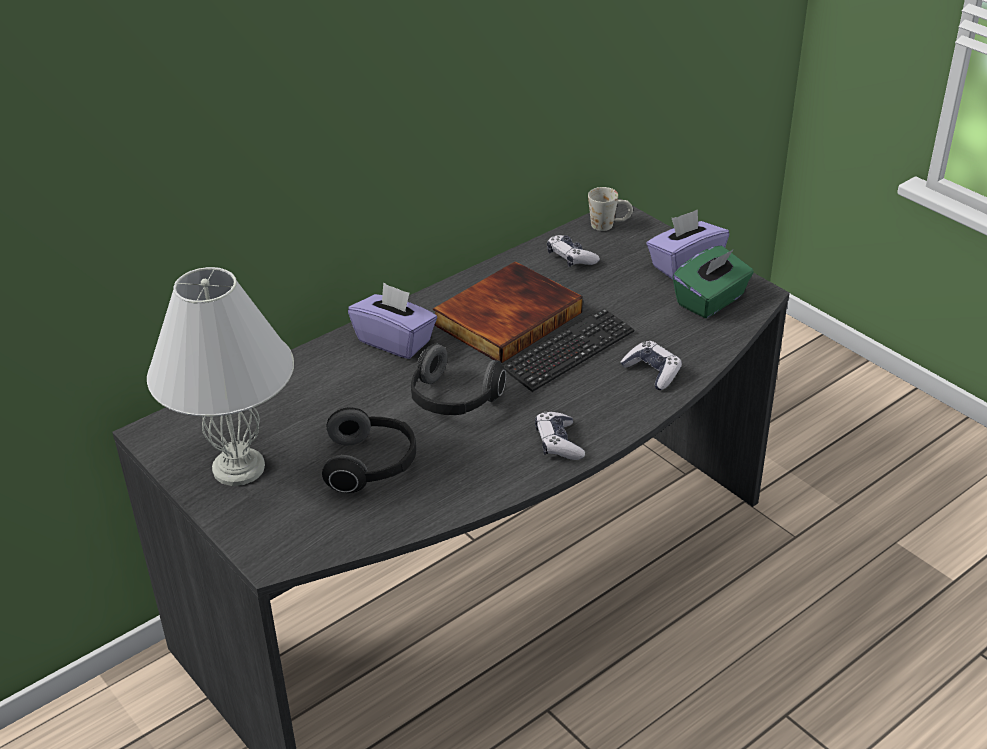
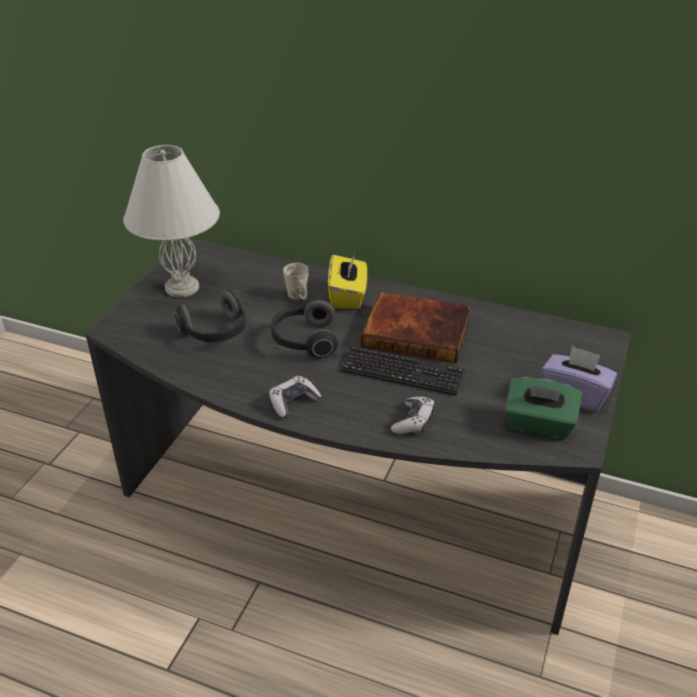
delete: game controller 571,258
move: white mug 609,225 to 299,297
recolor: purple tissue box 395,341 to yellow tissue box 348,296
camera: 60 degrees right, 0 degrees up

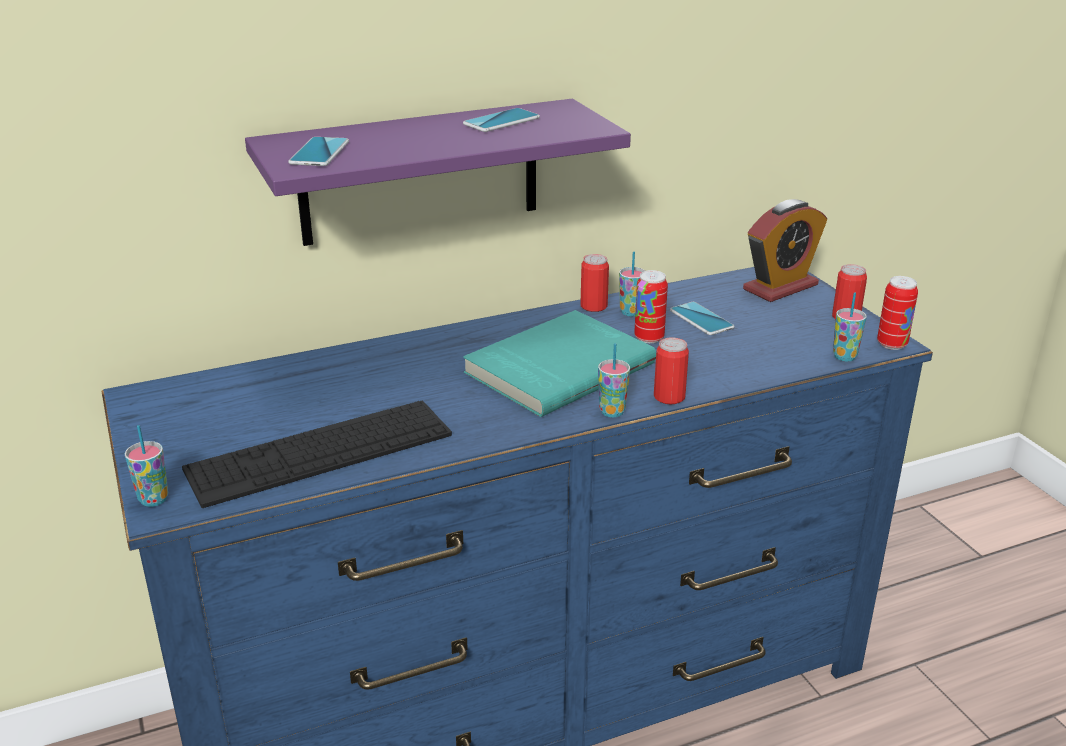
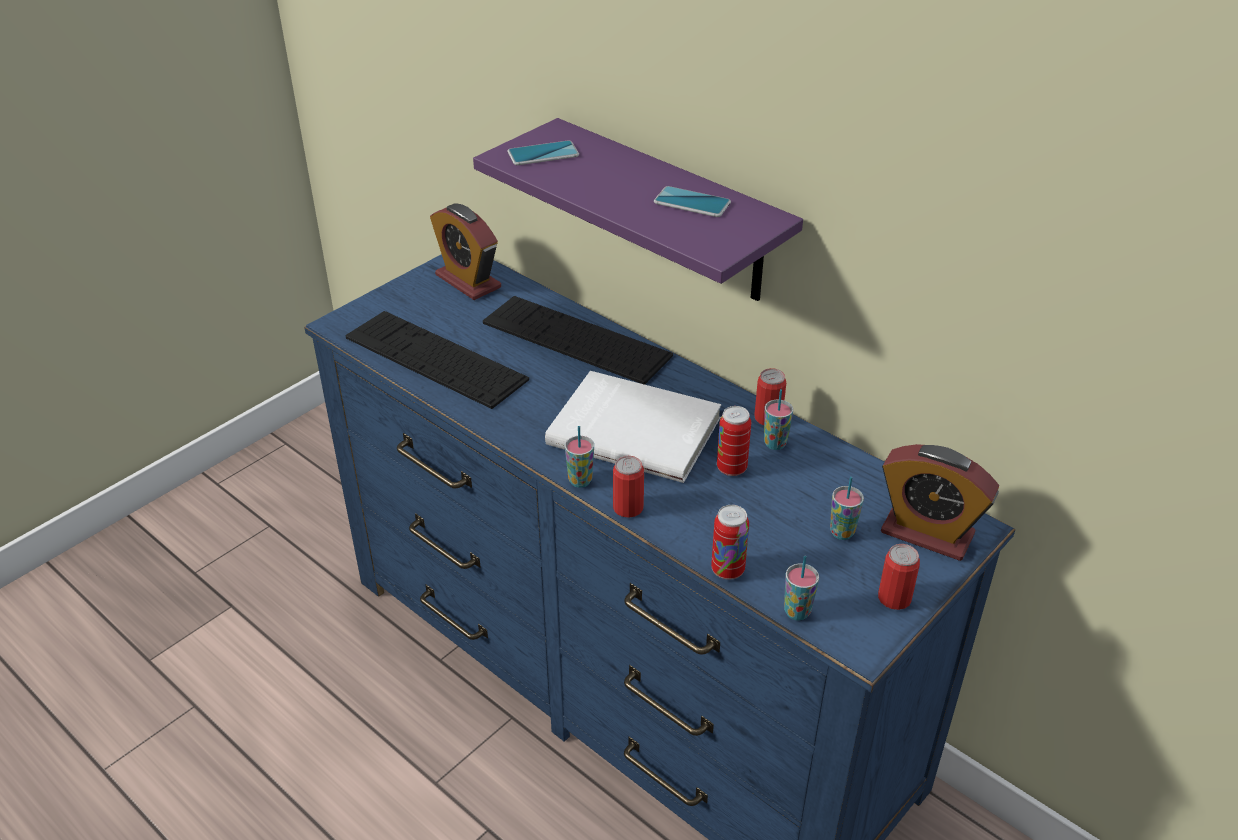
delete: phone 701,319
insert: alarm clock 468,281; keyboard 576,339
move: can 892,344 to 727,570; cup 153,499 to 842,532
recolor: turquoise book 557,367 to white book 635,429
camera: 65 degrees right, 10 degrees up

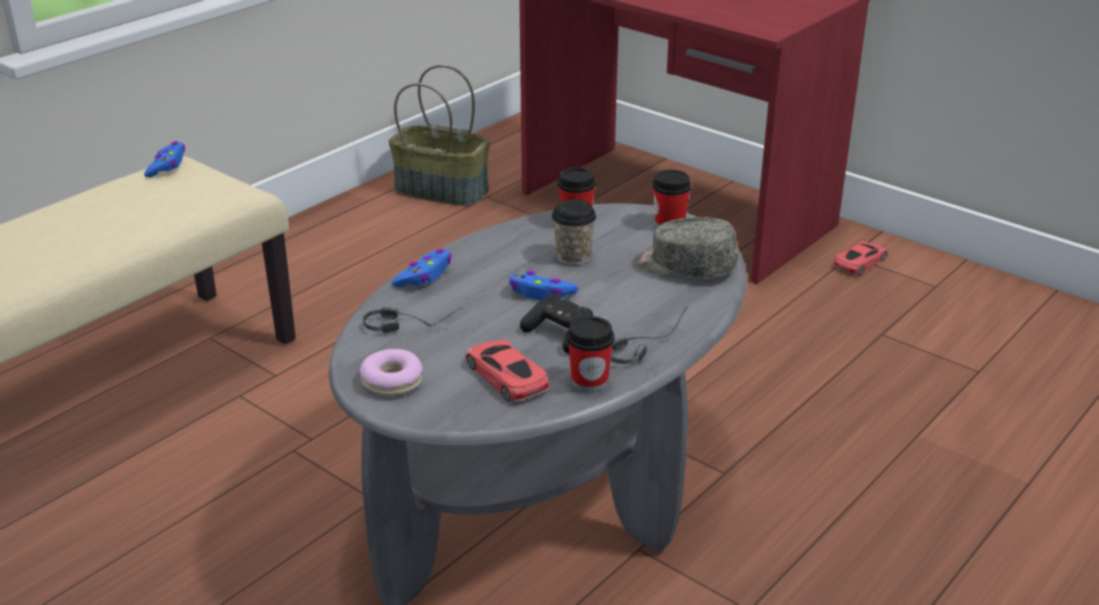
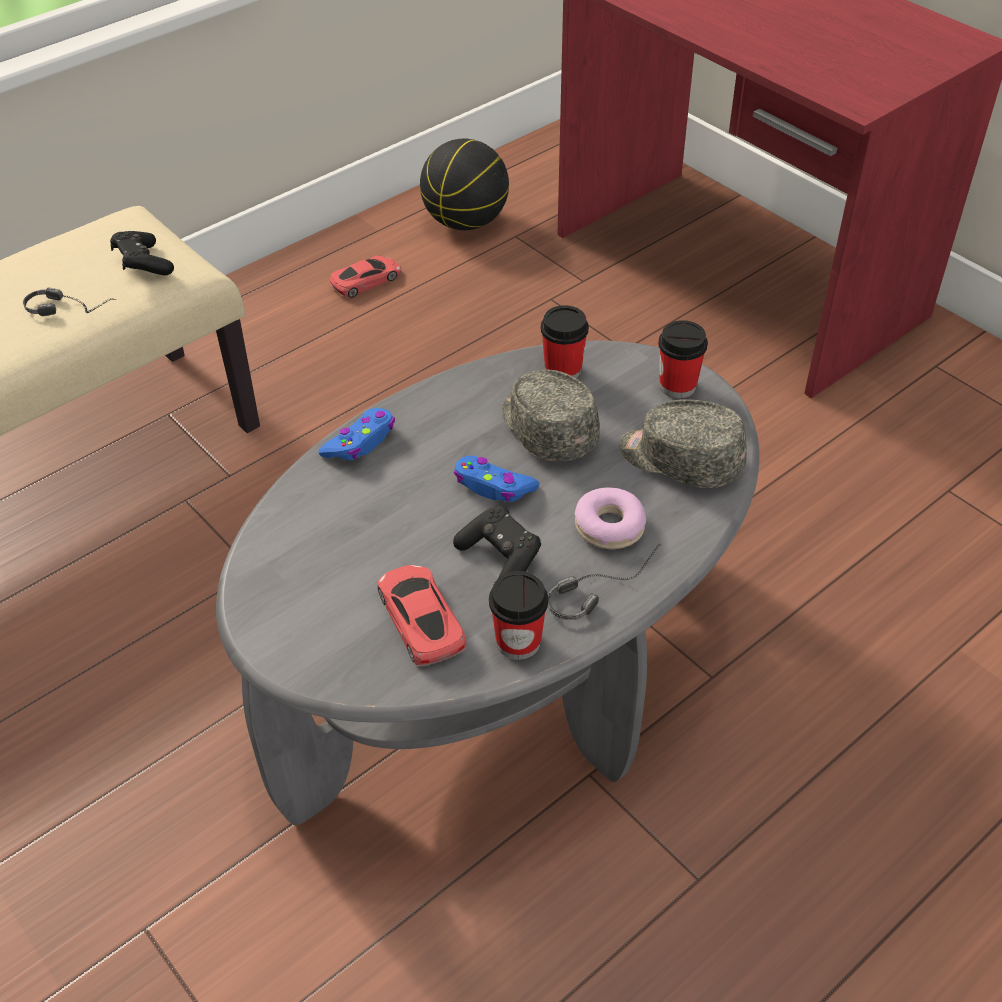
delete: blue game controller 167,166
insert: black game controller 143,264
move: headphones 414,324 to 75,308; red toy car 860,262 to 366,280; donut 392,381 to 609,526
replace: basket 443,190 to basketball 466,222; cup 573,257 to grey cap 546,428
camera: 10 degrees right, 15 degrees up

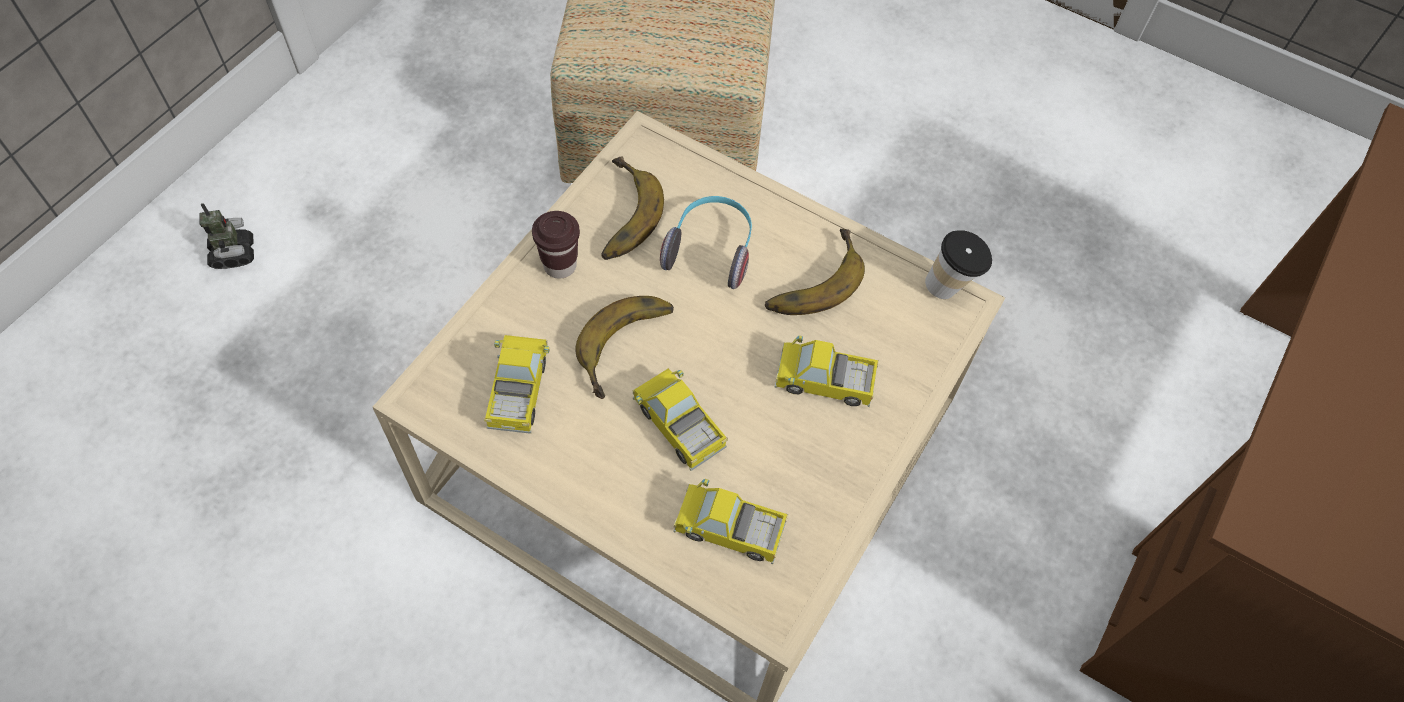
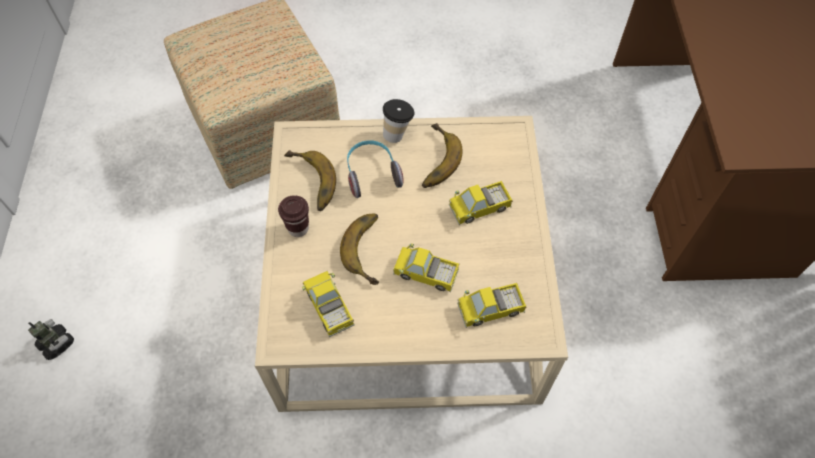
move: cup 950,287 to 398,134
camera: 30 degrees left, 0 degrees up

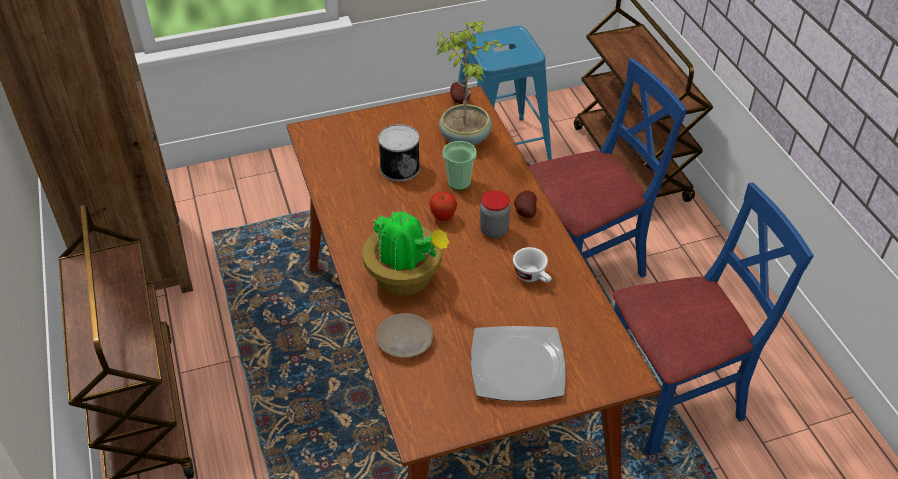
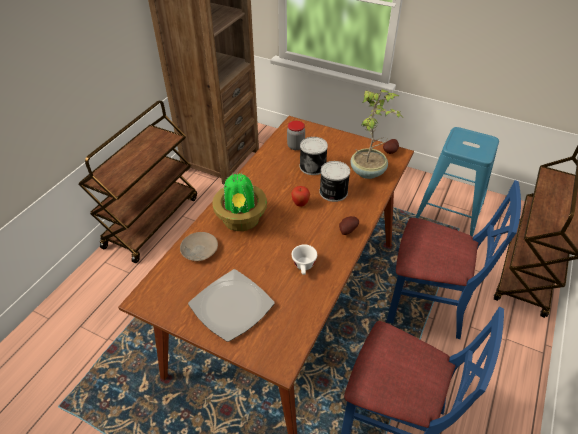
move: jar 494,230 to 296,146
replace: cup 459,183 to can 332,192
camera: 45 degrees right, 0 degrees up

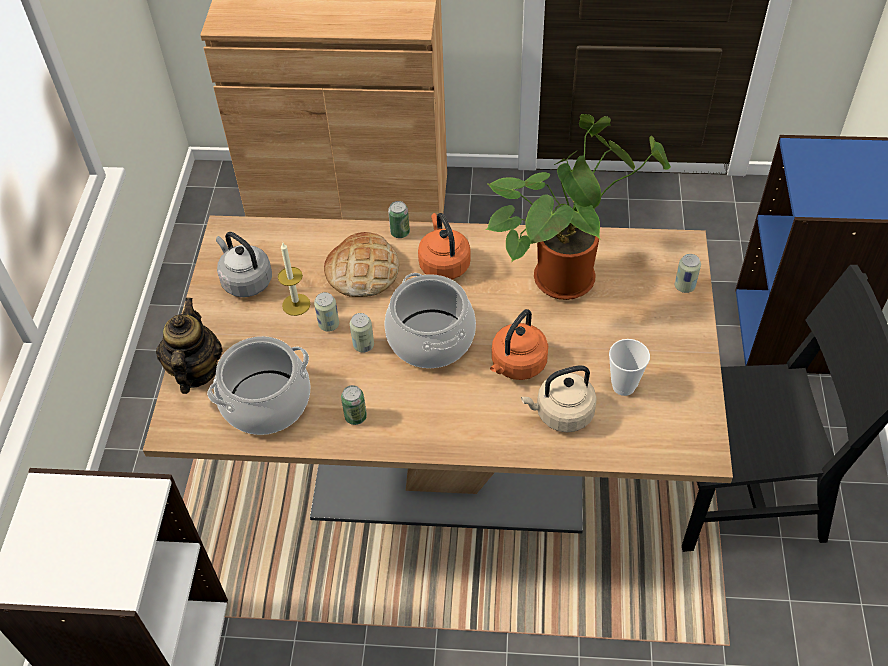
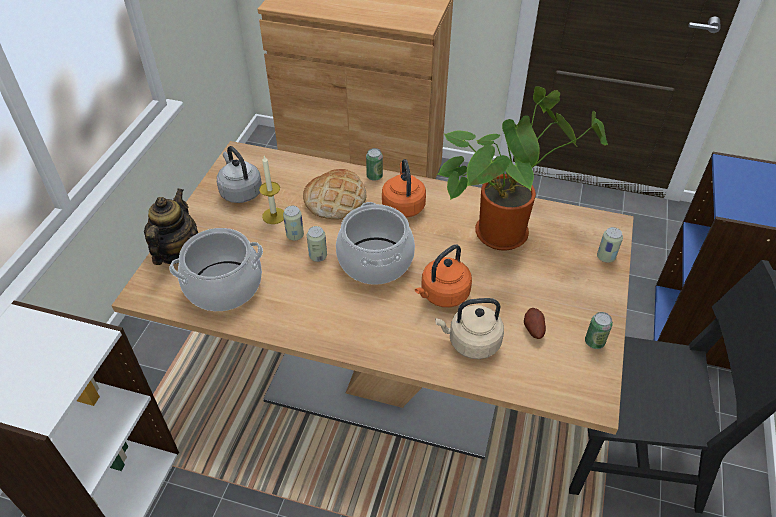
move: can 355,417 to 594,342
replace: cup 623,386 to potato 533,329
camera: 10 degrees right, 5 degrees down

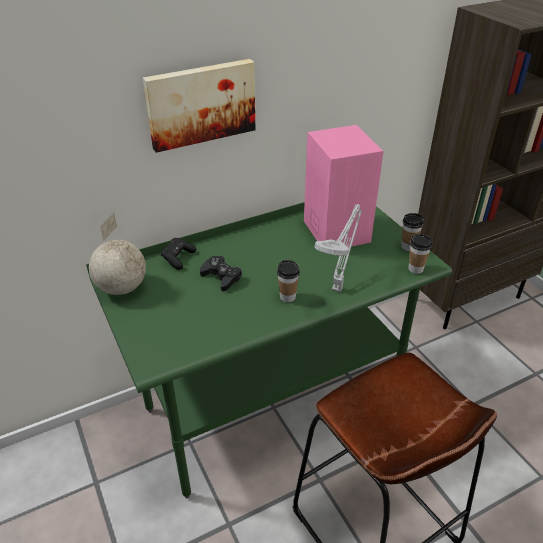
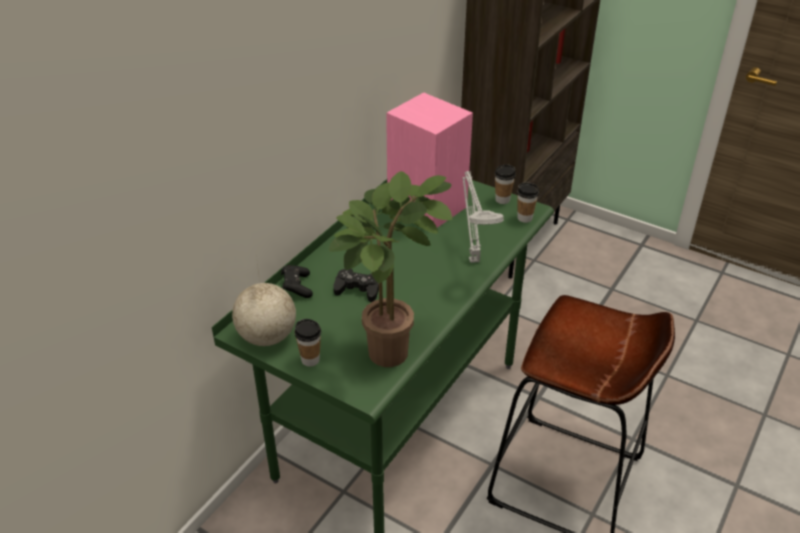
delete: picture 200,103
insert: potted plant 389,347
move: cup 287,297 to 310,360
camera: 30 degrees left, 0 degrees up

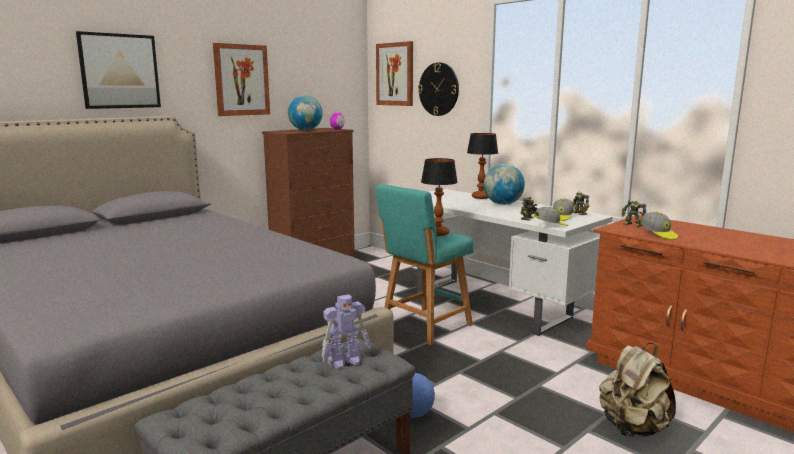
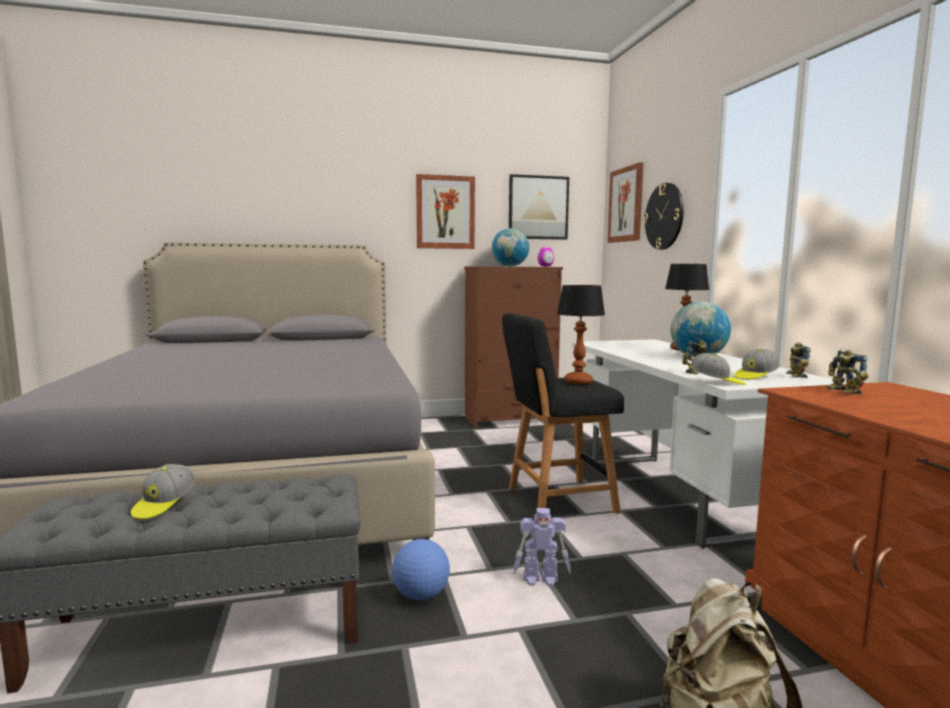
move: cap 658,234 to 164,504; picture 119,71 to 538,207; toy robot 345,361 to 541,579
recolor: turquoise stool 423,326 to black stool 556,501
camera: 30 degrees right, 5 degrees down

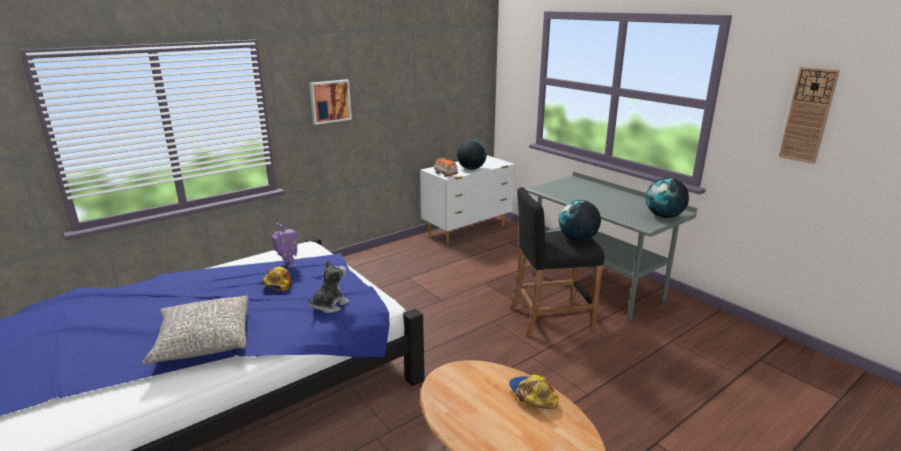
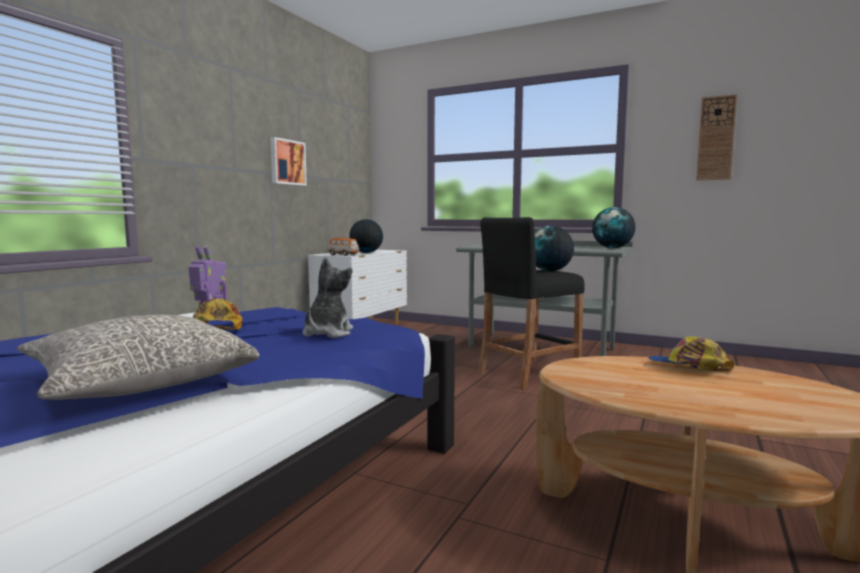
move: picture 330,101 to 287,162
camera: 25 degrees left, 15 degrees down

